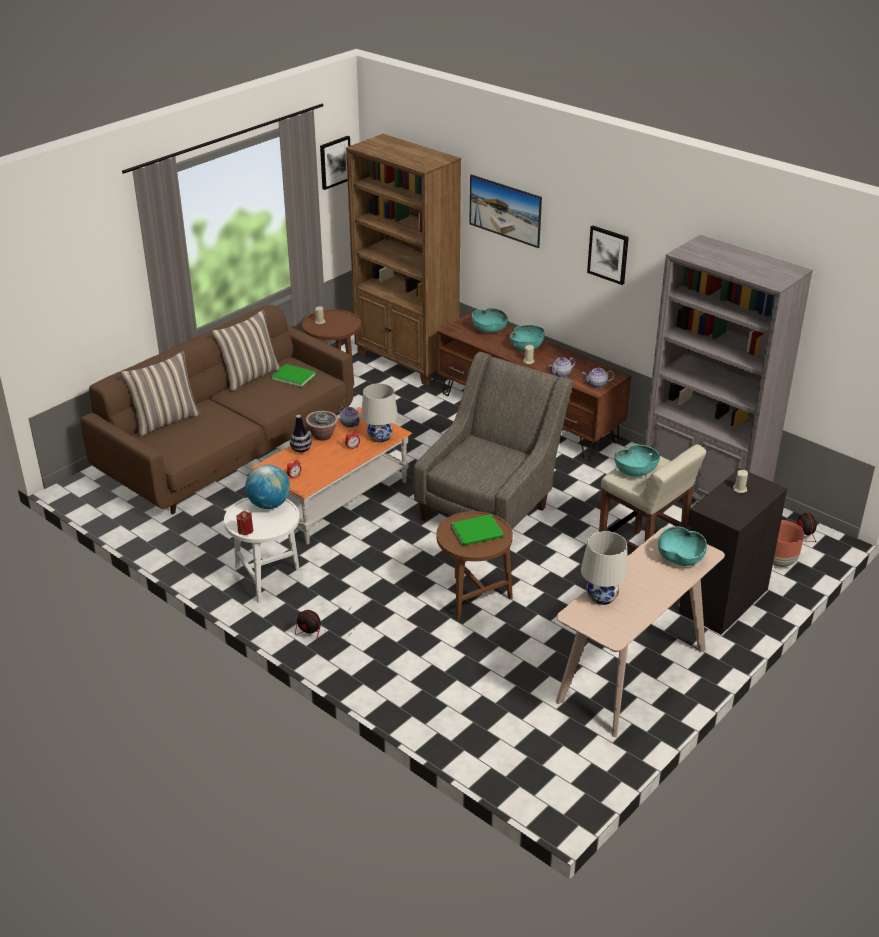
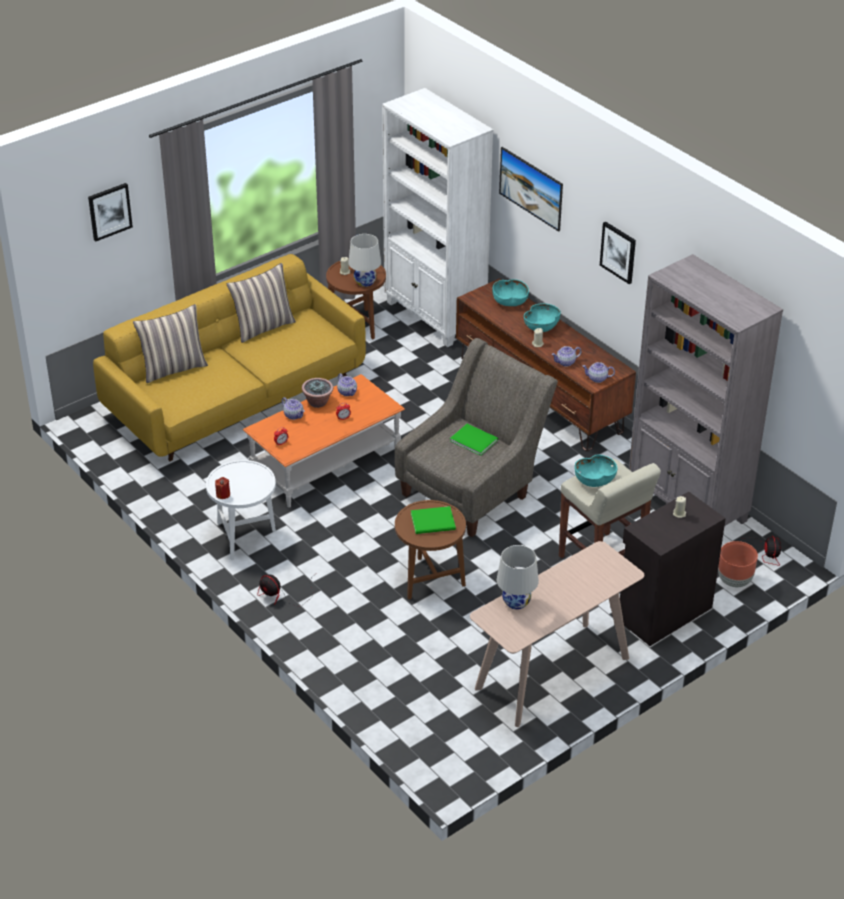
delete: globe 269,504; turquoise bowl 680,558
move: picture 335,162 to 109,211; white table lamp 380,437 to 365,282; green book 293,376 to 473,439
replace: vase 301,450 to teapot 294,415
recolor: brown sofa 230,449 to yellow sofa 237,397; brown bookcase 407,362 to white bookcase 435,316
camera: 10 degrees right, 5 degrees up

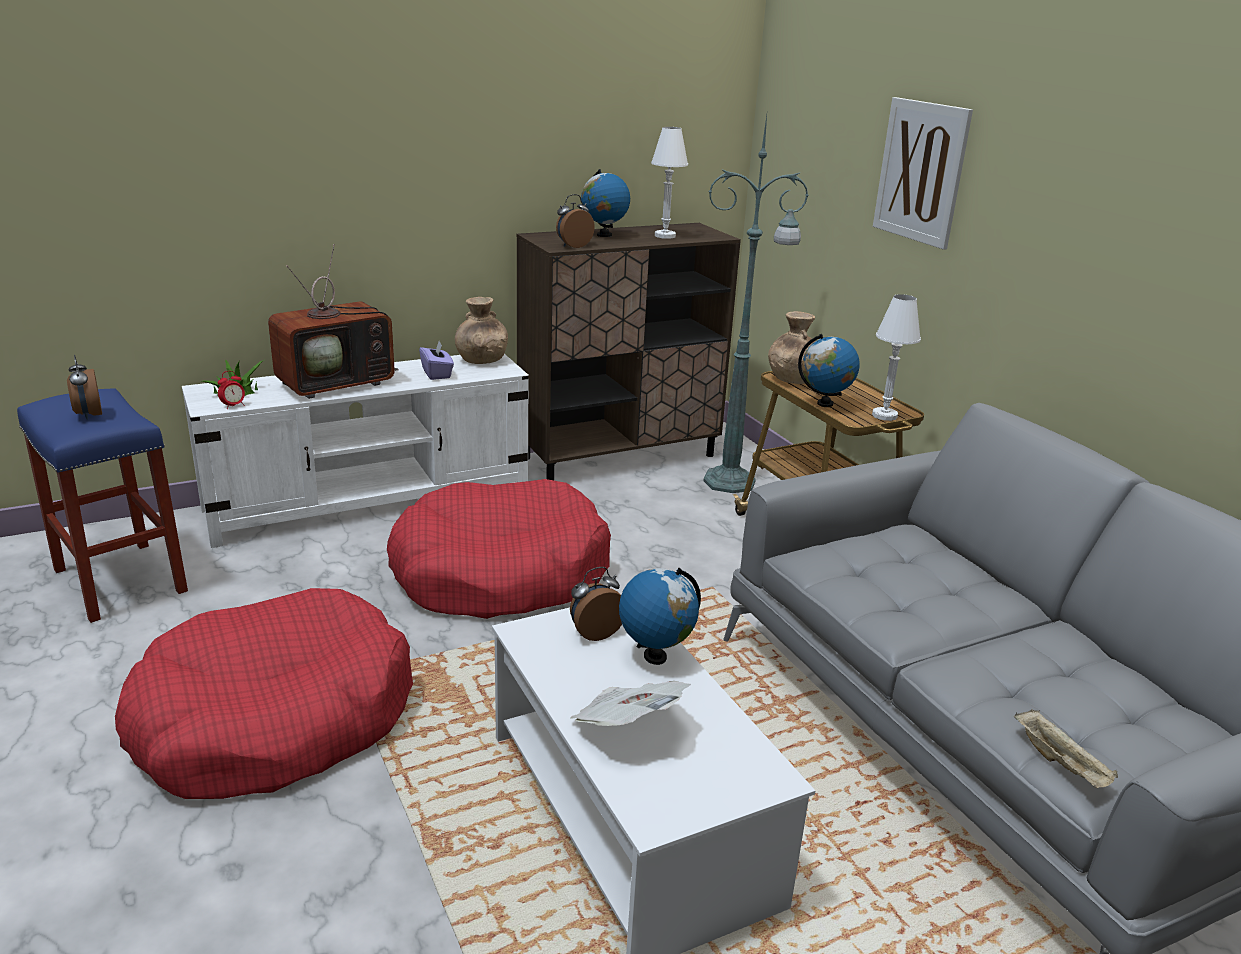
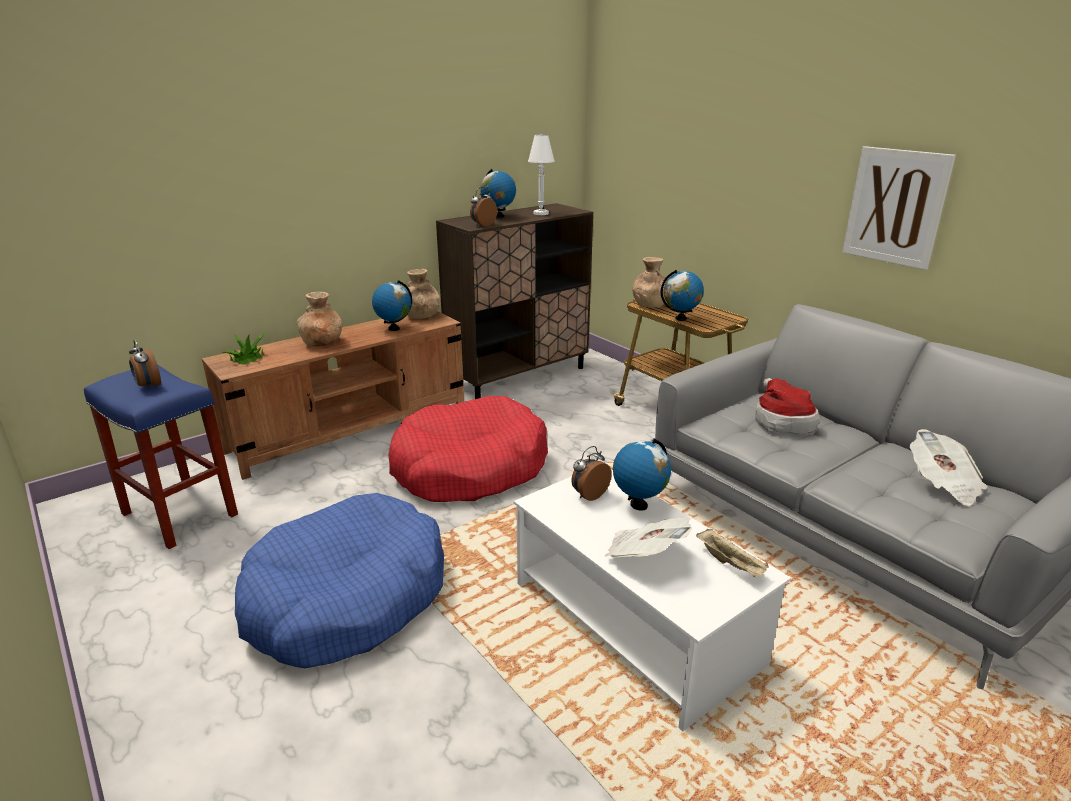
delete: alarm clock 233,406; green floor lamp 732,481; white table lamp 884,415
insert: hat 781,421; newspaper 943,484
move: beige tray 1061,763 to 730,563; picture 921,172 to 895,207
replace: television 337,383 to brown vase 322,343; purple tissue box 437,373 to globe 394,328
recolor: white tv stand 371,500 to brown tv stand 352,429; red dog bed 274,719 to blue dog bed 346,598
camera: 10 degrees left, 0 degrees up

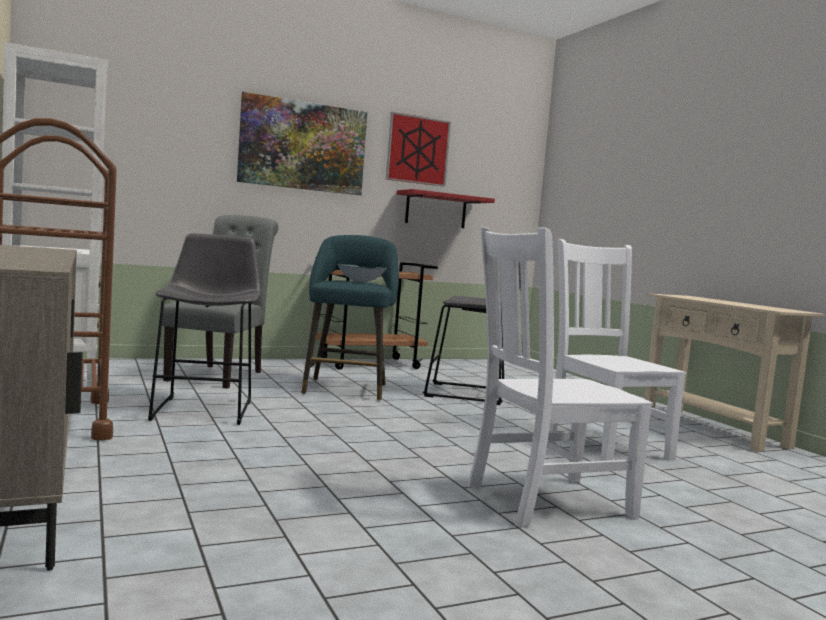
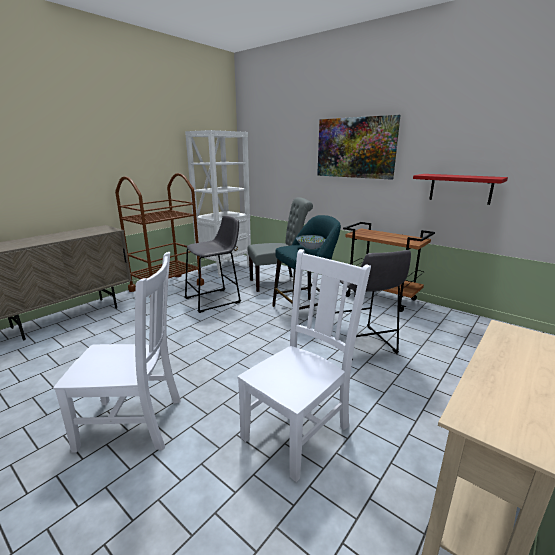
delete: picture 418,150
rotate: white chair 544,501 = 135,423 135 degrees clockwise
camera: 65 degrees right, 15 degrees up

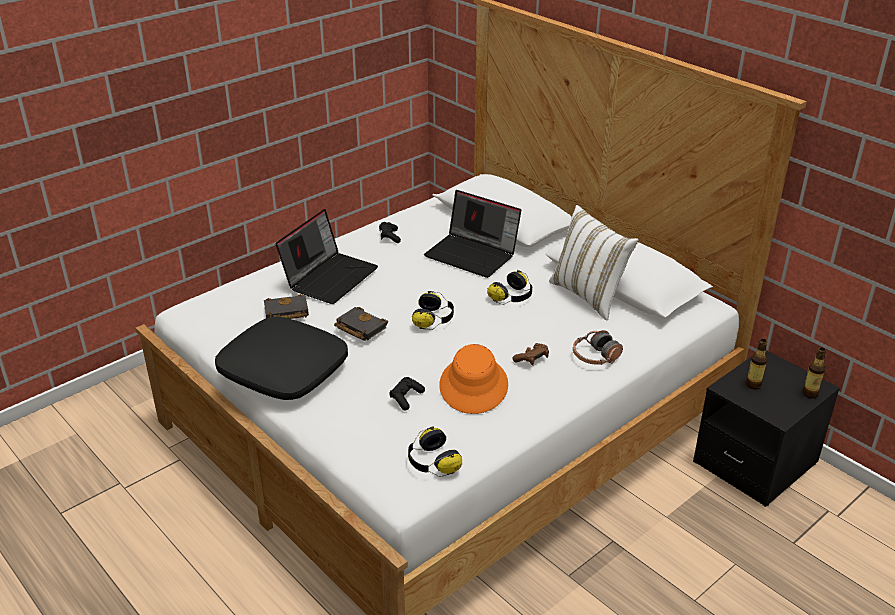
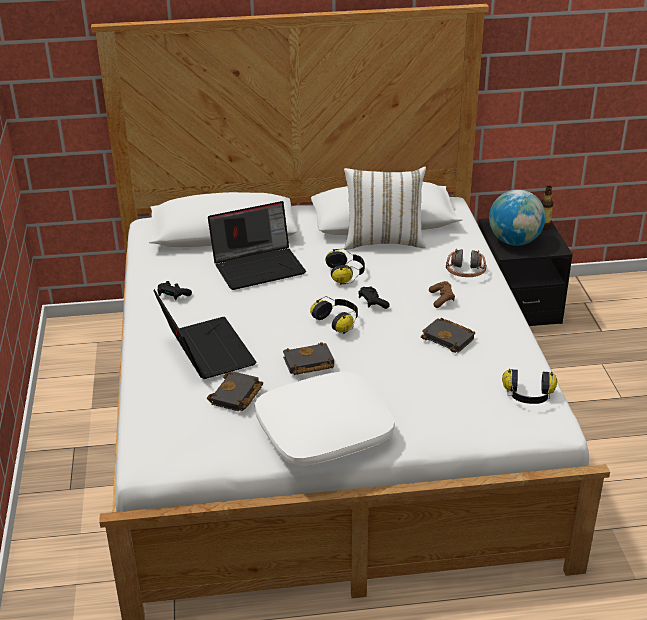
move: black game controller 406,398 to 372,303
replace: orange hat 474,385 to black book 449,338; bottle 753,385 to globe 514,241
recolor: black pillow 284,369 to white pillow 324,430
camera: 55 degrees left, 0 degrees up

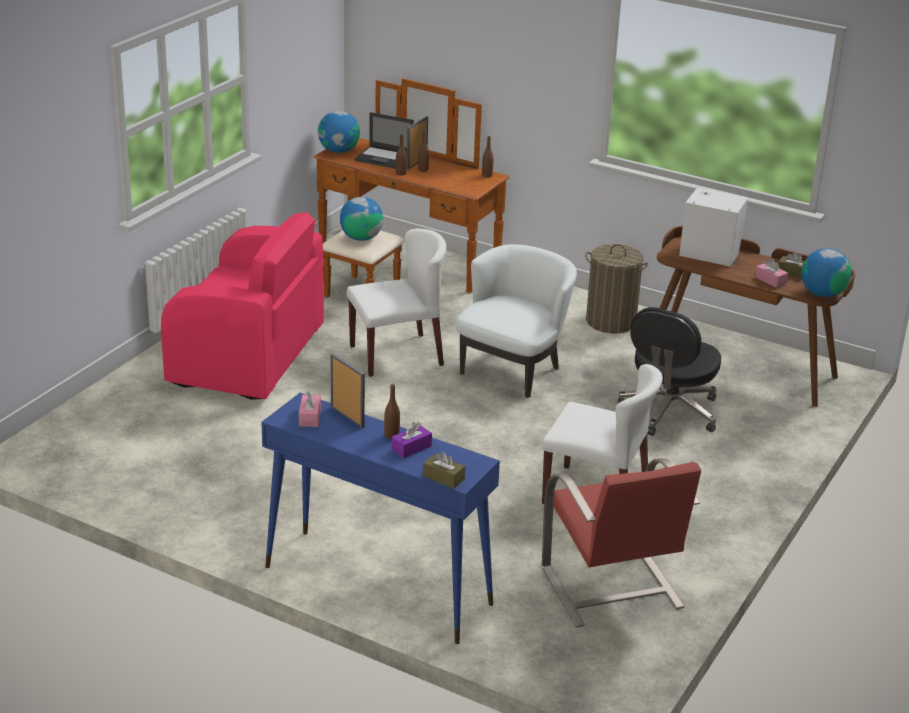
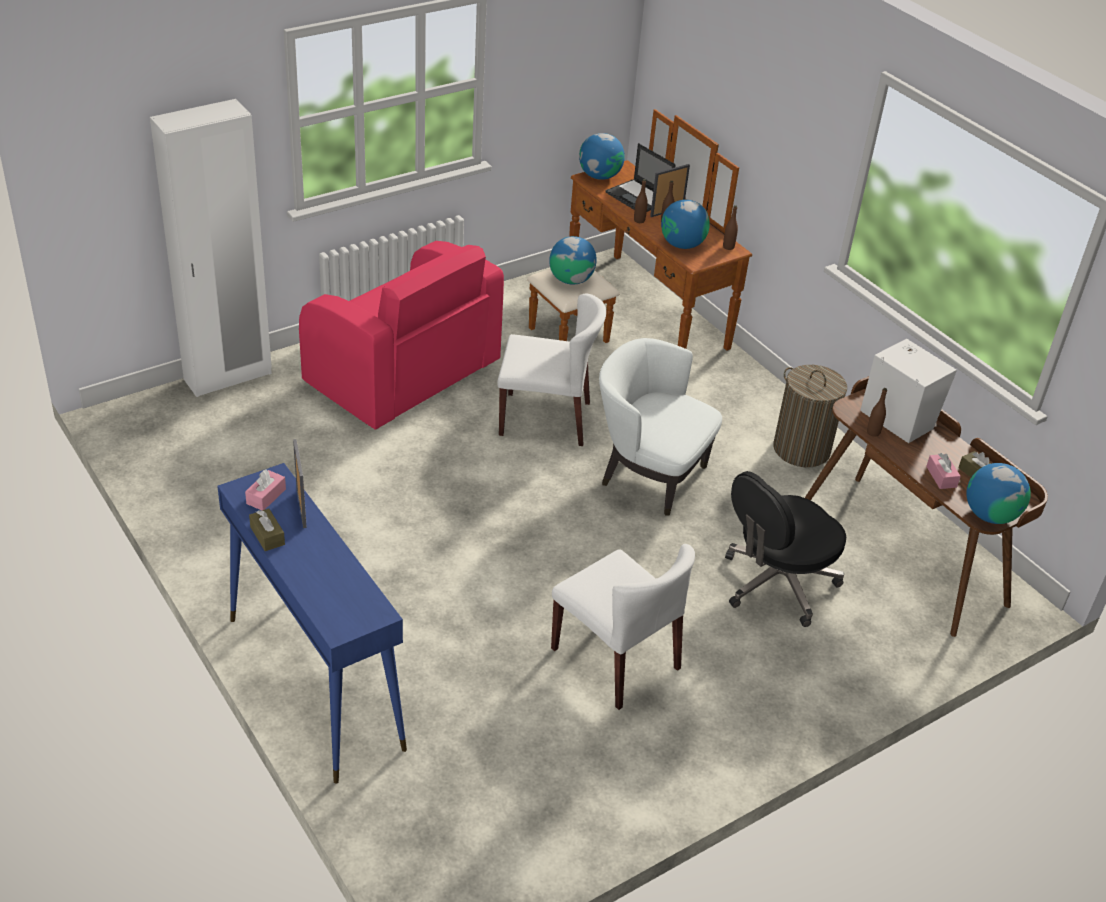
delete: purple tissue box 411,448; red armchair 612,589
insert: white wardrobe 228,377; globe 682,244
move: brown tissue box 443,478 to 267,536; brown bottle 391,435 to 873,432
rotate: white armchair 513,370 = 649,475 120 degrees counterclockwise
camera: 25 degrees right, 10 degrees up

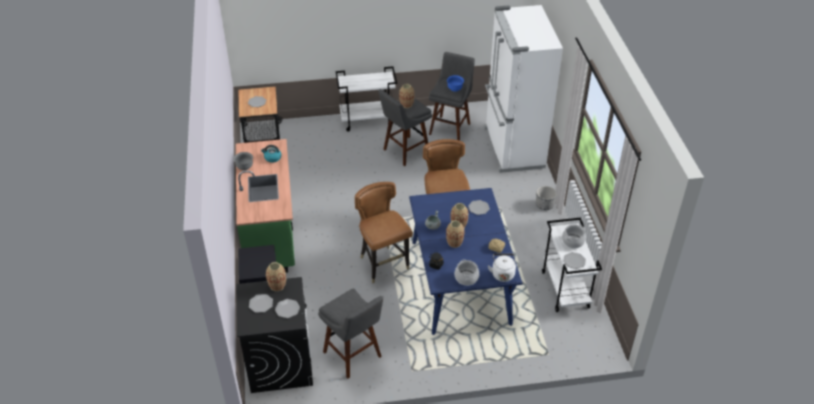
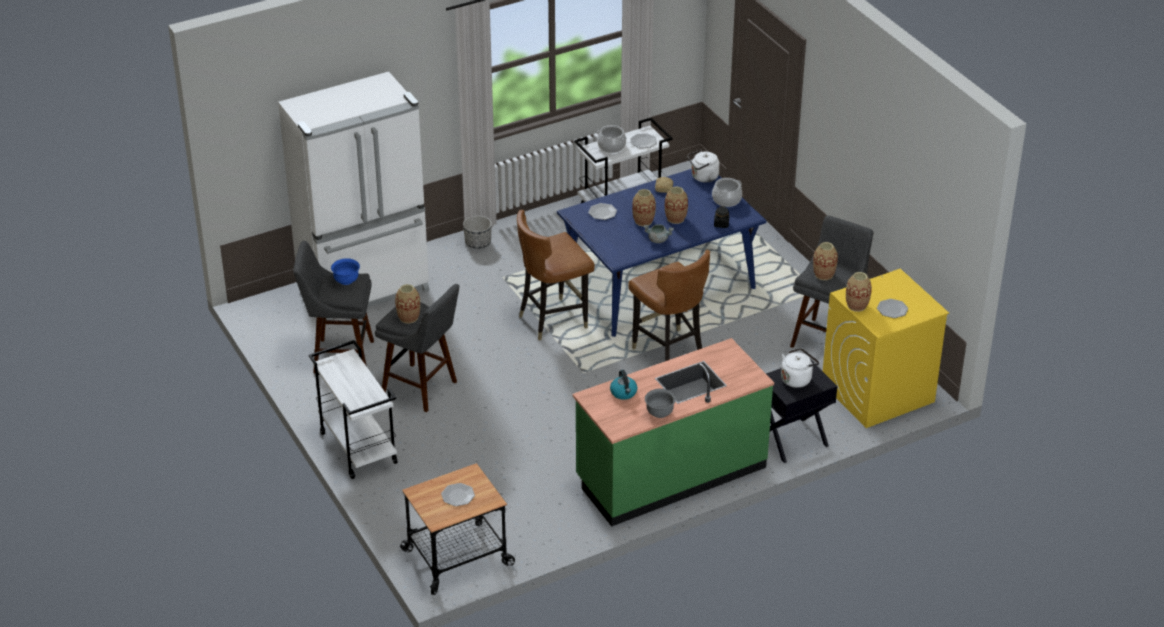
delete: plate 287,309
insert: white kettle 797,379; vase 823,274
recolor: black washing machine 280,362 to yellow washing machine 877,392
rotate: brown chair 383,265 = 668,352 75 degrees counterclockwise
camera: 110 degrees left, 5 degrees down

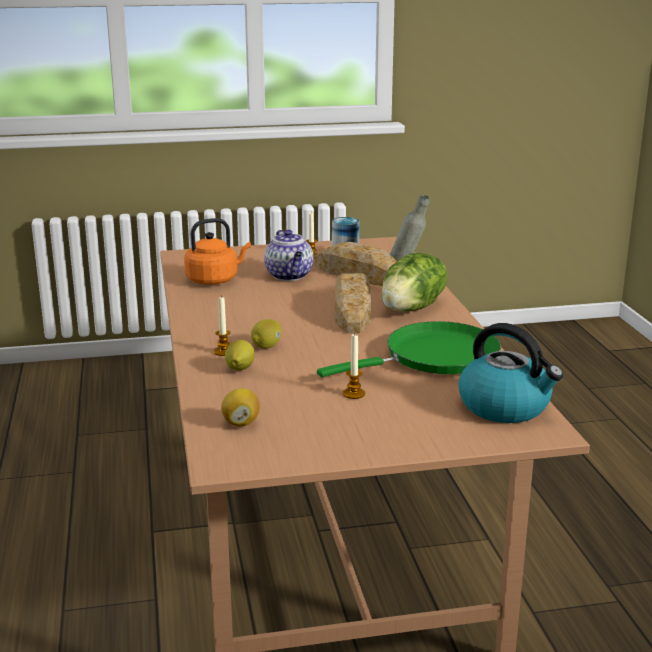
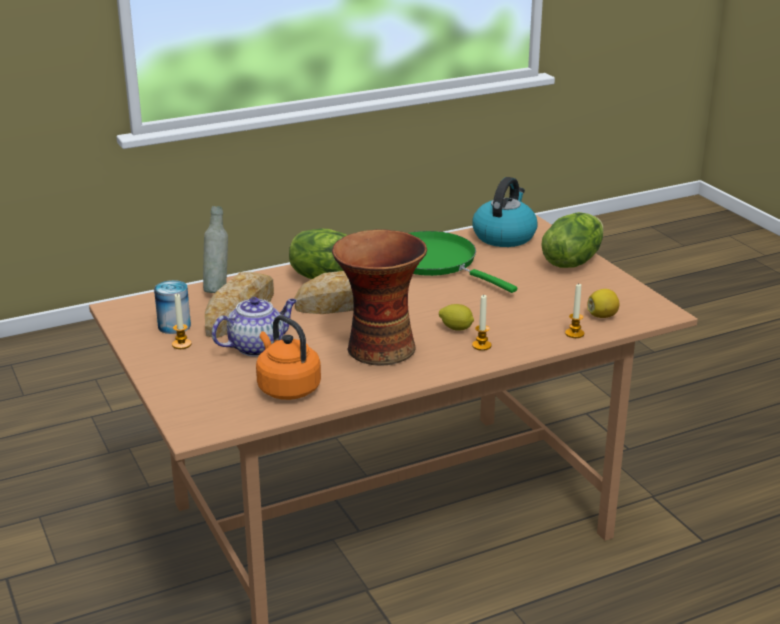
delete: lemon 239,369
insert: vase 378,348; lettuce 571,261
move: candle 353,394 to 574,333
camera: 105 degrees left, 5 degrees up

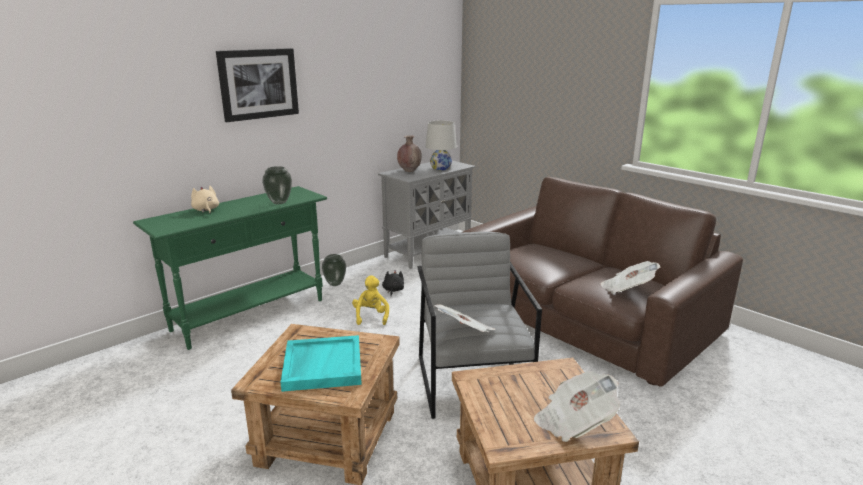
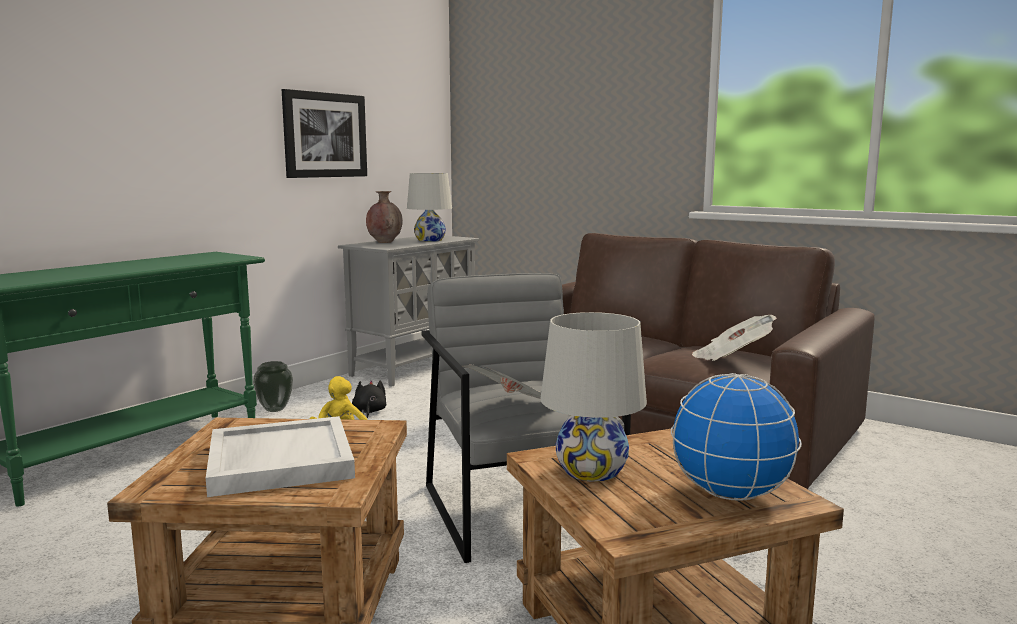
delete: beige plush toy 206,210; vase 279,202
insert: white table lamp 591,470
move: picture 258,84 to 325,135
replace: newspaper 574,422 to globe 730,494
recolor: turquoise tray 322,365 to white tray 279,460
camera: 10 degrees left, 10 degrees down

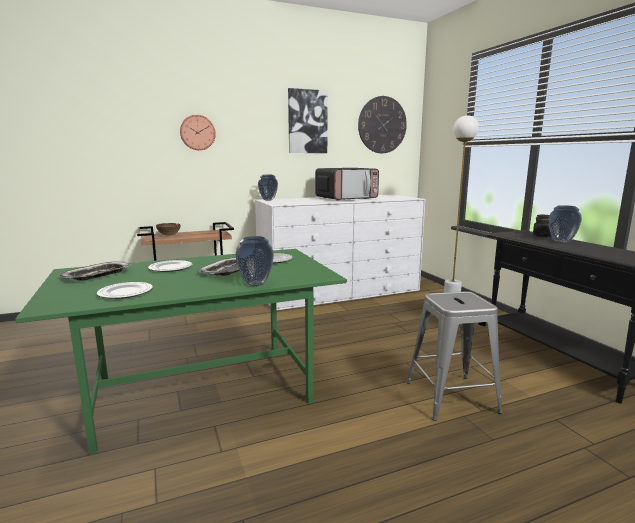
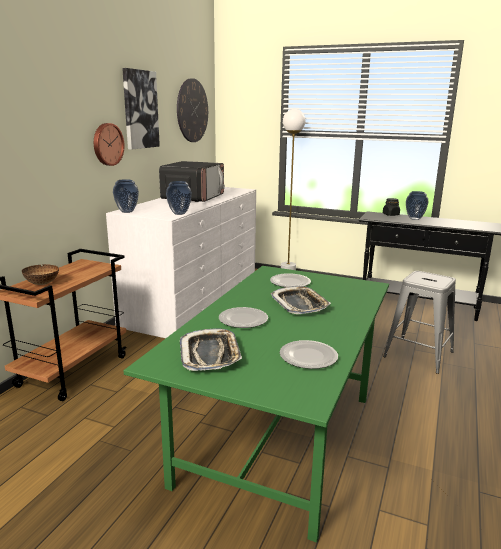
move: wall clock 197,132 to 107,144; vase 255,283 to 179,213
camera: 45 degrees left, 5 degrees up

